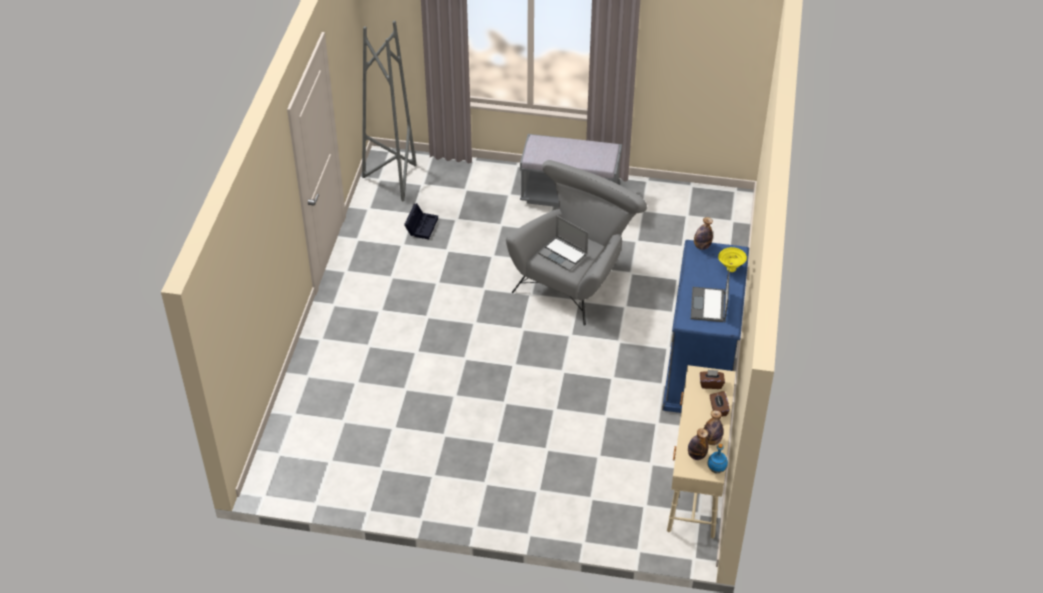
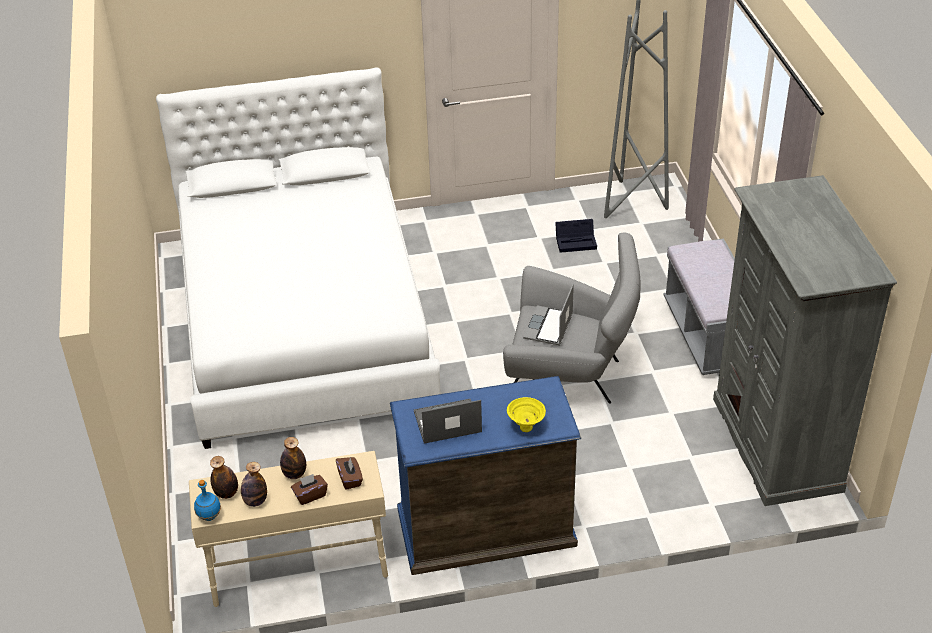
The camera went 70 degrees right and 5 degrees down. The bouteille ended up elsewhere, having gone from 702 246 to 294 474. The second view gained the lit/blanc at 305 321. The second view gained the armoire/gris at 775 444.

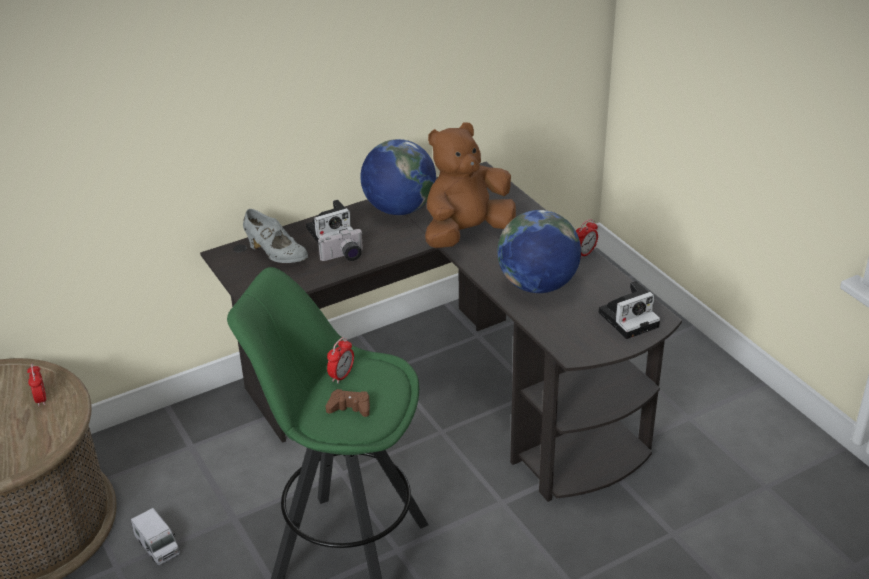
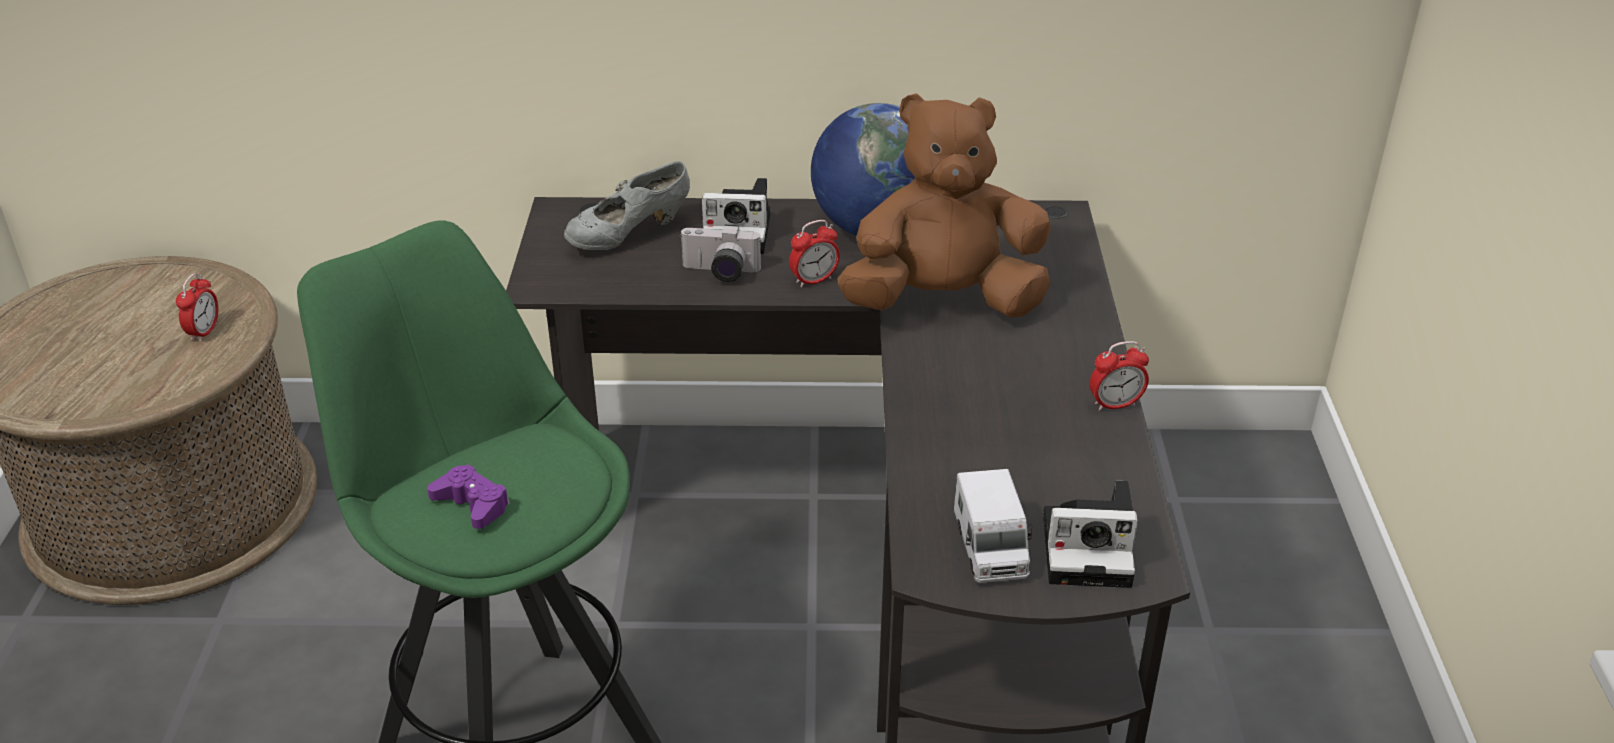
The camera went 30 degrees right and 0 degrees up. The camion jouet ended up elsewhere, having gone from 157 546 to 990 548. The chaussure/gris at 276 255 ended up facing another way, 75 degrees clockwise from before. What was the manette/marron at 350 407 turned into the manette/violet at 472 504. The réveil ended up elsewhere, having gone from 341 376 to 814 280. The second view lost the globe at 537 285.

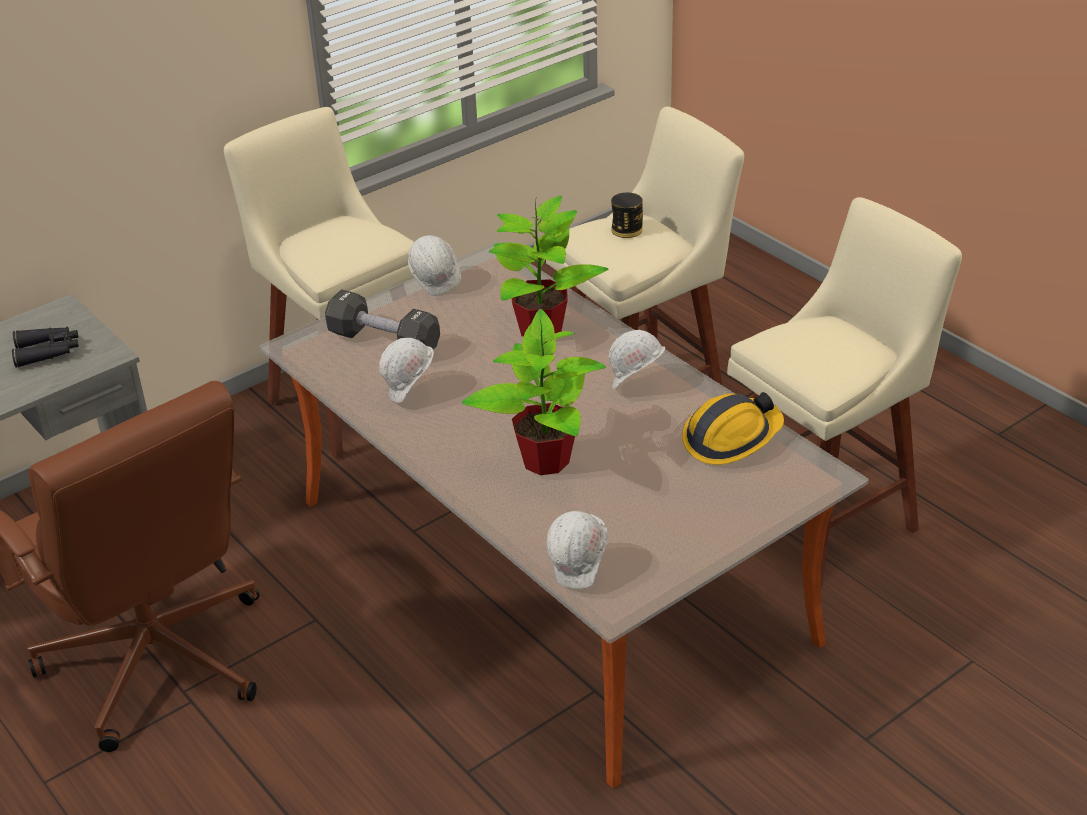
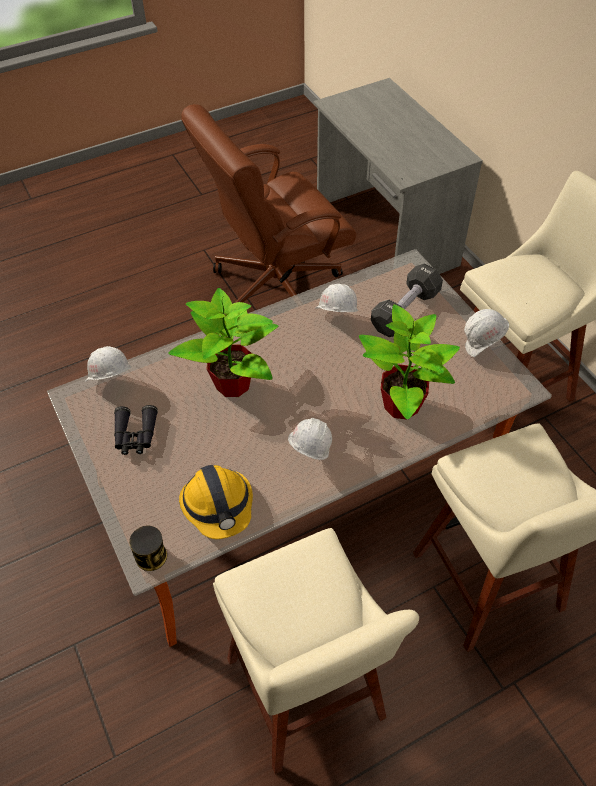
The camera went 100 degrees right and 15 degrees up. The jumelles/noir ended up elsewhere, having gone from 48 352 to 135 435. The boîte métallique ended up elsewhere, having gone from 626 230 to 151 556.

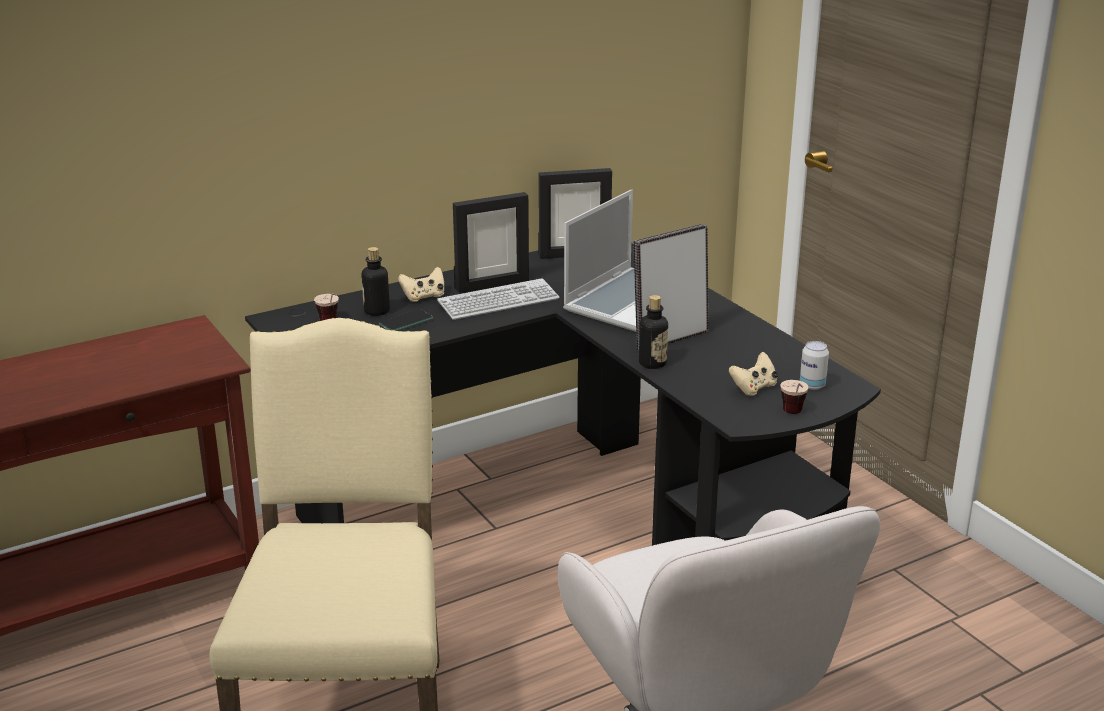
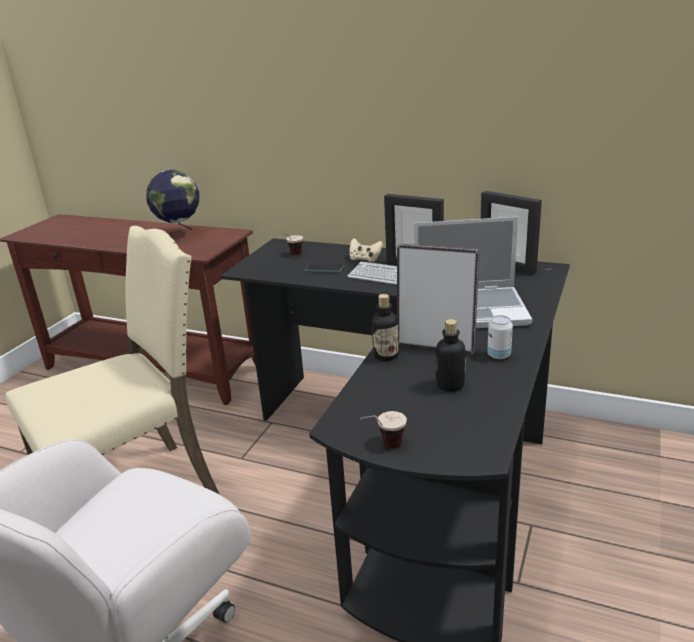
The camera went 55 degrees right and 0 degrees up. The bouteille ended up elsewhere, having gone from 377 311 to 450 385. The second view lost the manette/beige at 754 388. The boîte métallique ended up elsewhere, having gone from 812 385 to 499 355. The second view gained the globe at 180 234.

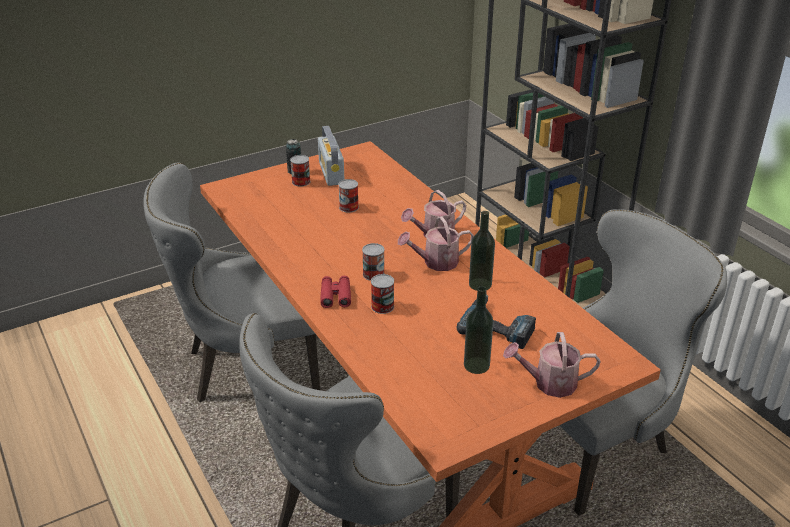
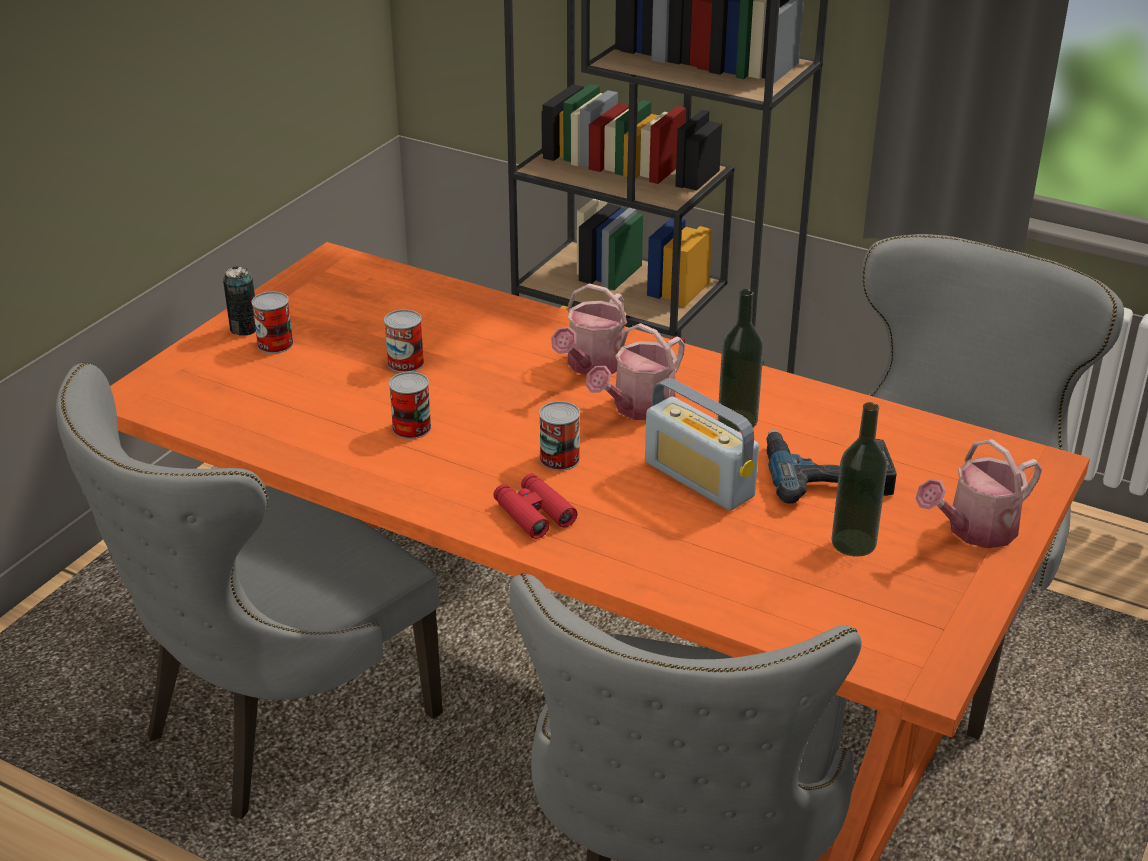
The camera went 30 degrees left and 0 degrees up. The radio ended up elsewhere, having gone from 331 173 to 699 479. The boîte métallique ended up elsewhere, having gone from 382 306 to 411 428.

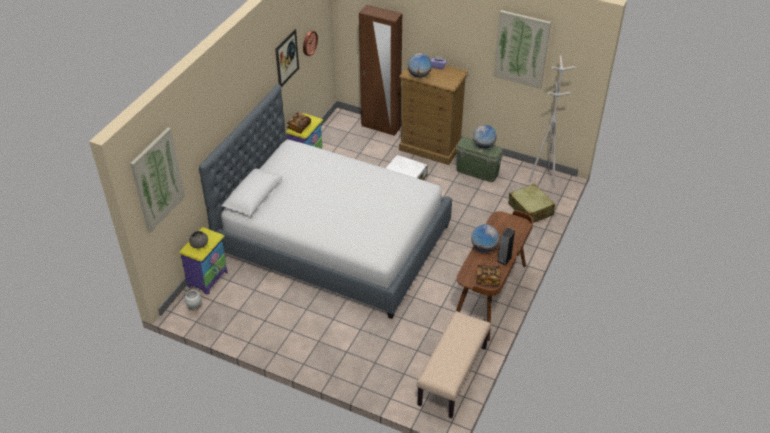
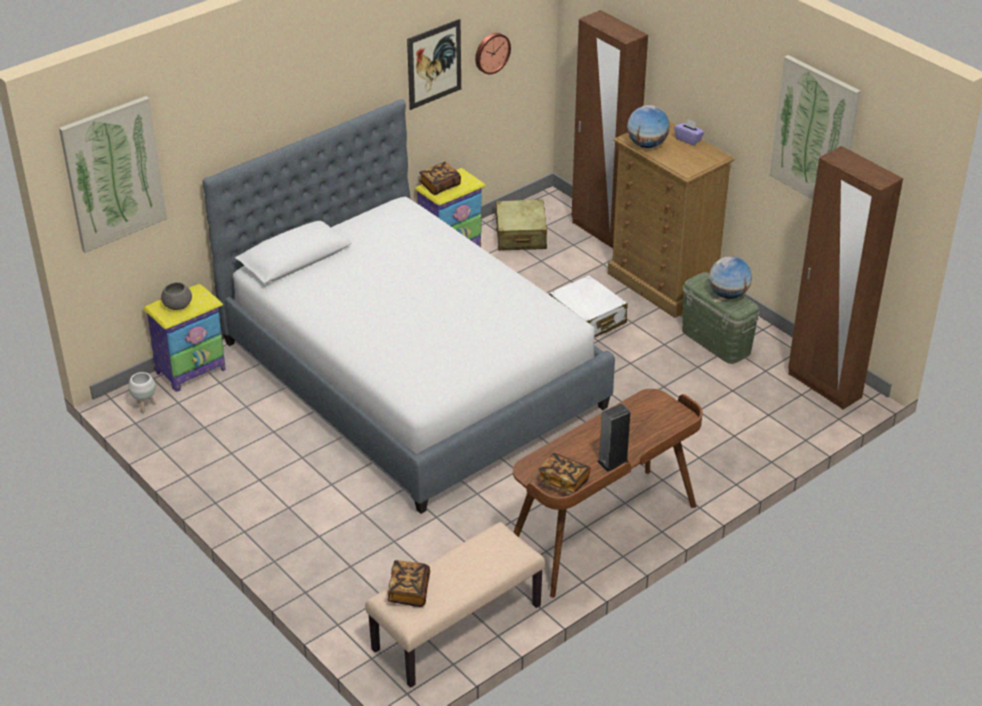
The camera went 25 degrees right and 5 degrees down. The second view lost the globe at 484 248. The valise/beige ended up elsewhere, having gone from 530 209 to 520 235. Where the portant/gris stood at 544 180, the armoire/marron came to stand at 823 386. The second view gained the livre at 409 591.

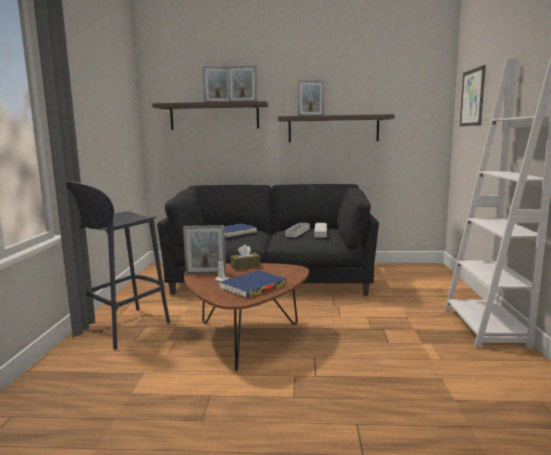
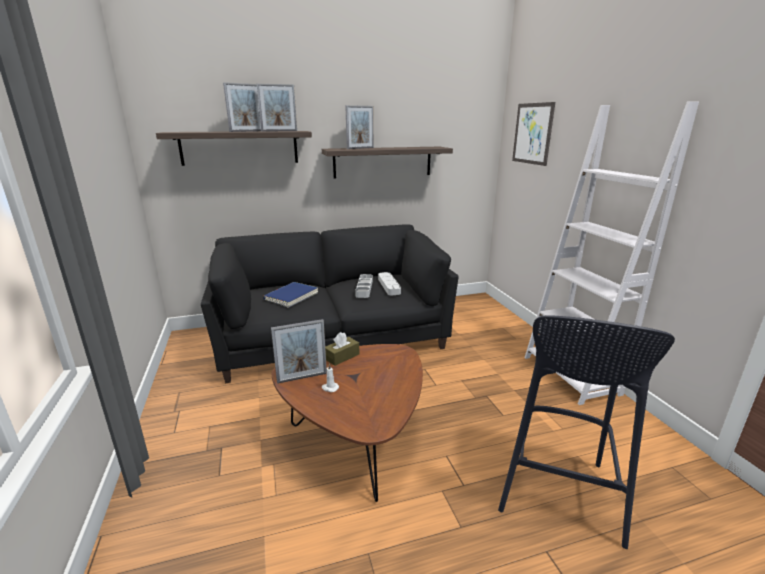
The camera went 20 degrees left and 10 degrees up. The tabouret/gris ended up elsewhere, having gone from 122 327 to 558 491. The second view lost the livre/bleu at 253 287.

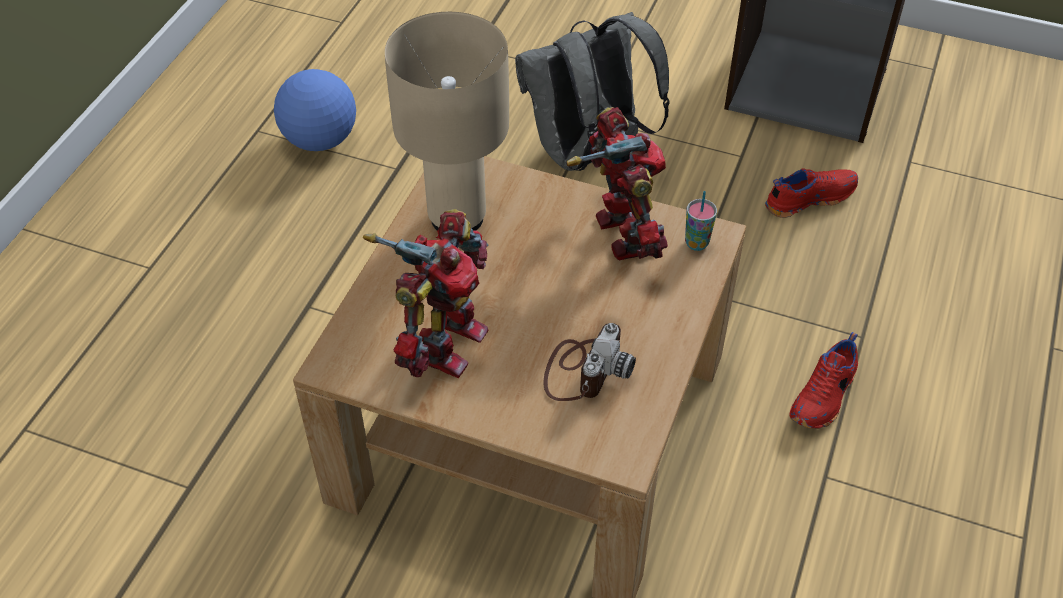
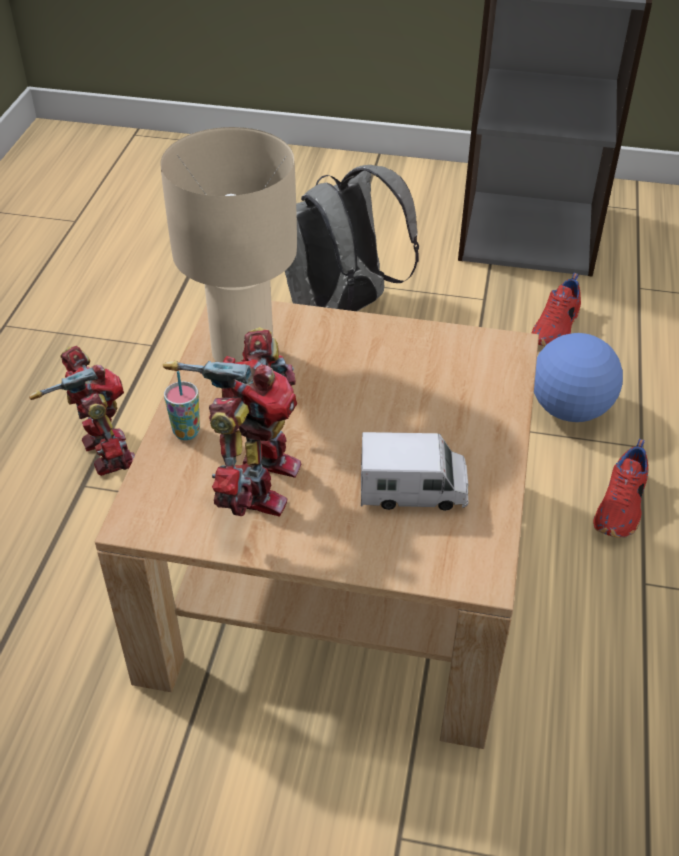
The camera went 10 degrees left and 5 degrees down. The ballon de foot ended up elsewhere, having gone from 320 140 to 569 409. Where the appareil photo stood at 584 370, the camion jouet came to stand at 413 490. The robot jouet ended up elsewhere, having gone from 622 236 to 104 455. The tasse ended up elsewhere, having gone from 696 243 to 186 432. The chaussure/rouge at 808 198 ended up facing another way, 150 degrees clockwise from before.

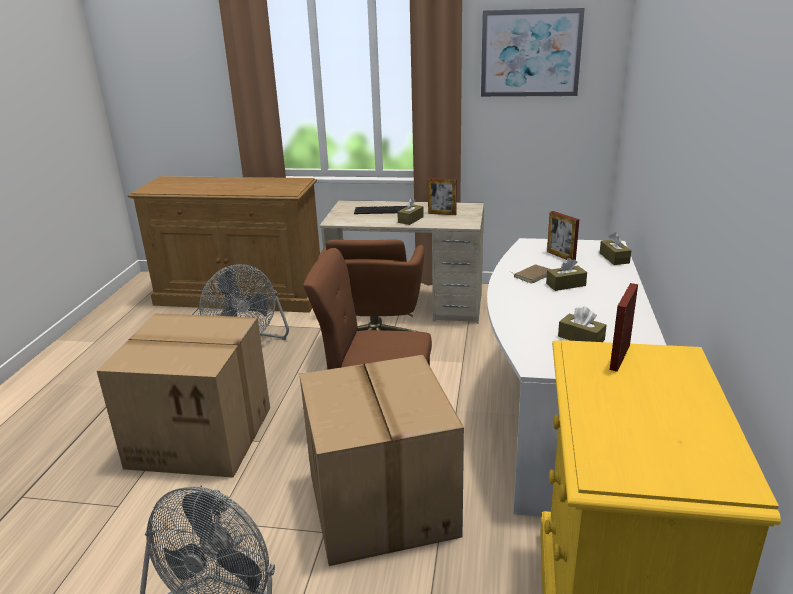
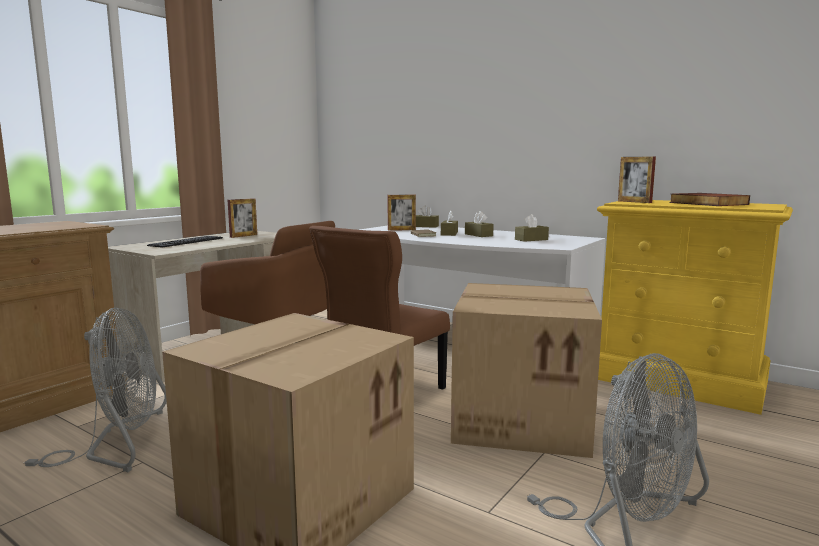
The camera went 65 degrees left and 15 degrees down. The boîte à mouchoirs/marron ended up elsewhere, having gone from 410 220 to 478 235. The second view lost the tableau at 530 53. The second view gained the livre at 706 203.

